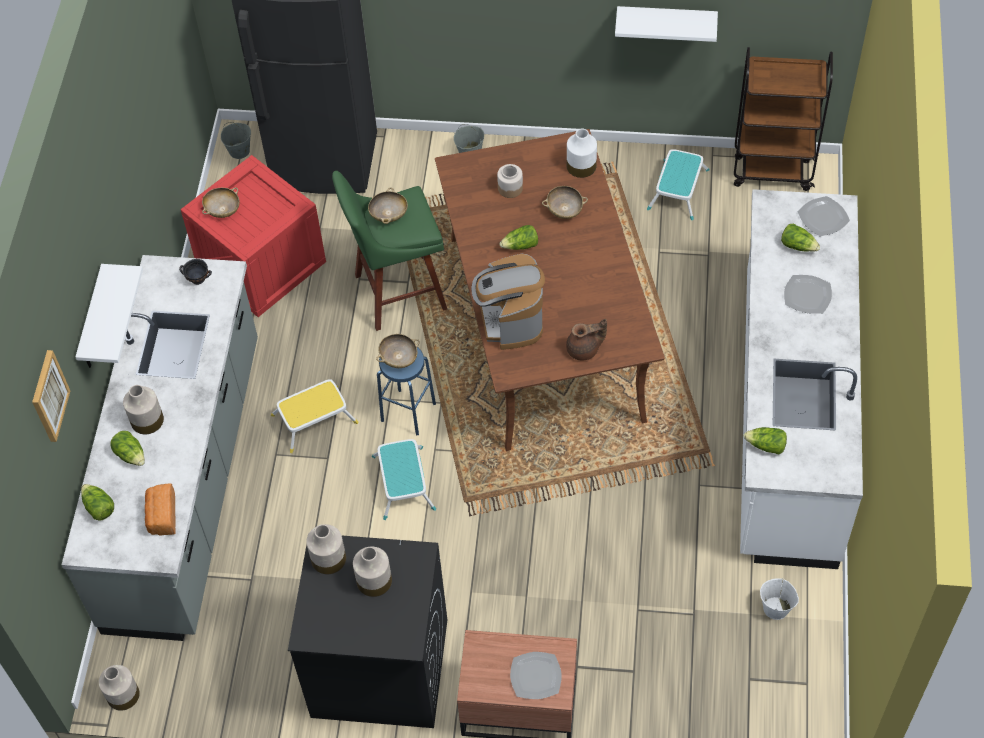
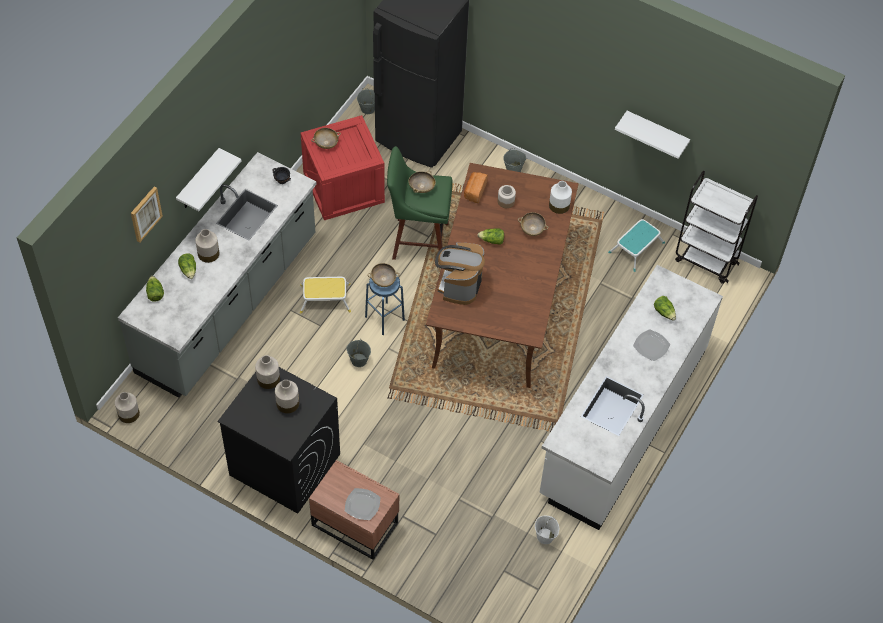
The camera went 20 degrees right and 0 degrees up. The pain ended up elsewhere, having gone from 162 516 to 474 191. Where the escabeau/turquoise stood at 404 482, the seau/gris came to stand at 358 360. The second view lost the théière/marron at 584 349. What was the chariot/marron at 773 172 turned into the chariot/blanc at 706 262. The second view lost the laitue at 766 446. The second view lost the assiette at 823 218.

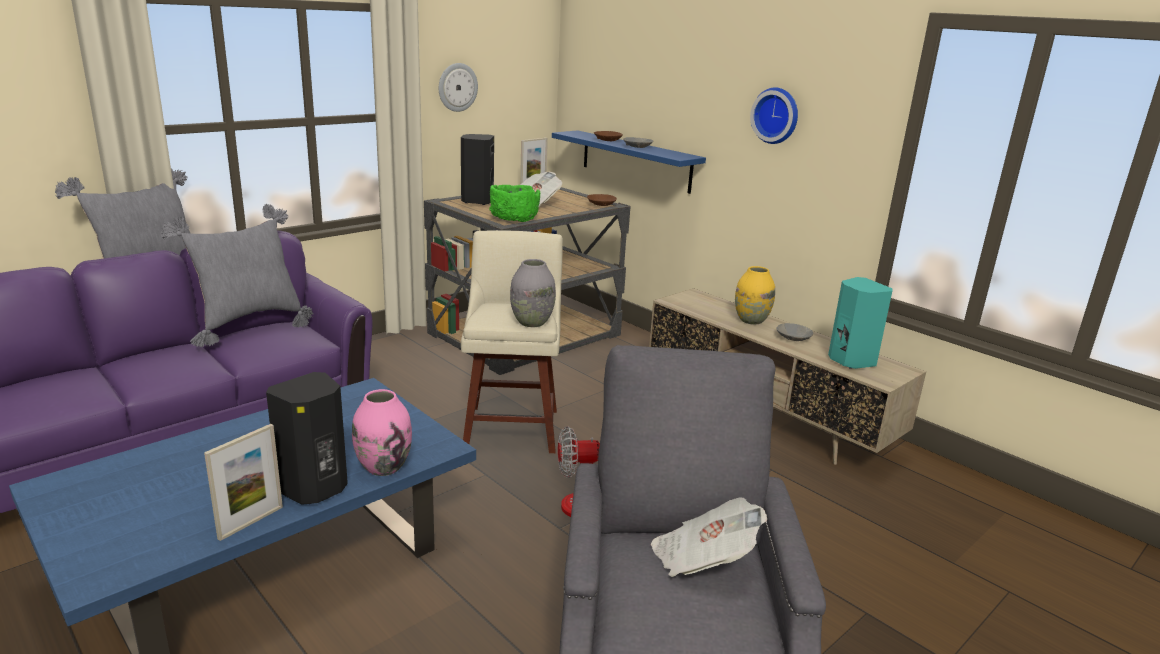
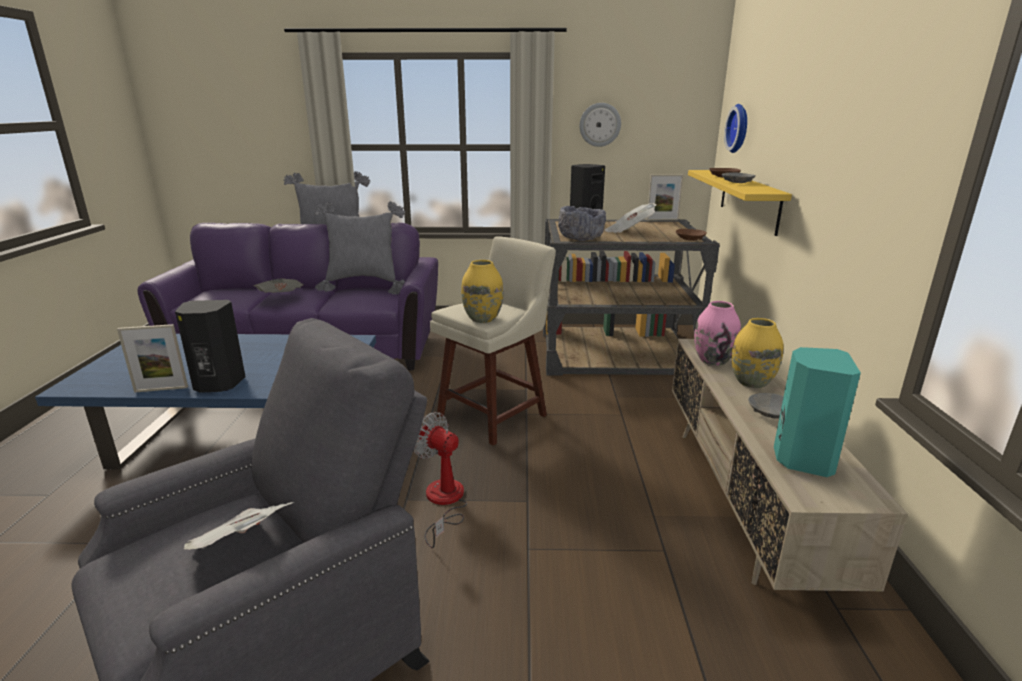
The camera went 45 degrees right and 0 degrees up. The vase/rose ended up elsewhere, having gone from 383 467 to 713 360. What was the bol/vert at 514 218 turned into the bol/gris at 581 238. What was the vase/gris at 531 322 turned into the vase/jaune at 482 319. What was the étagère/bleu at 635 161 turned into the étagère/jaune at 749 200. The horloge murale ended up elsewhere, having gone from 776 115 to 740 128. The second view gained the journal at 281 298.

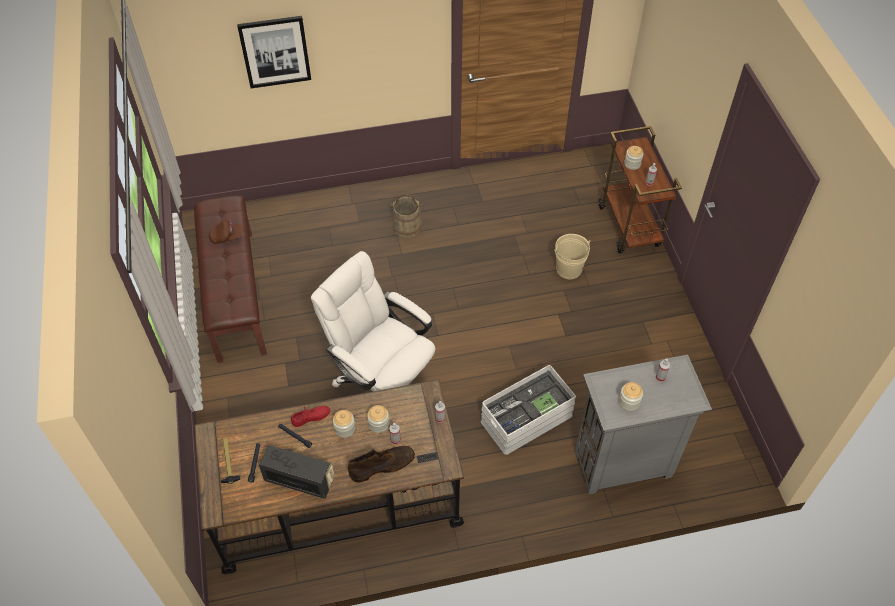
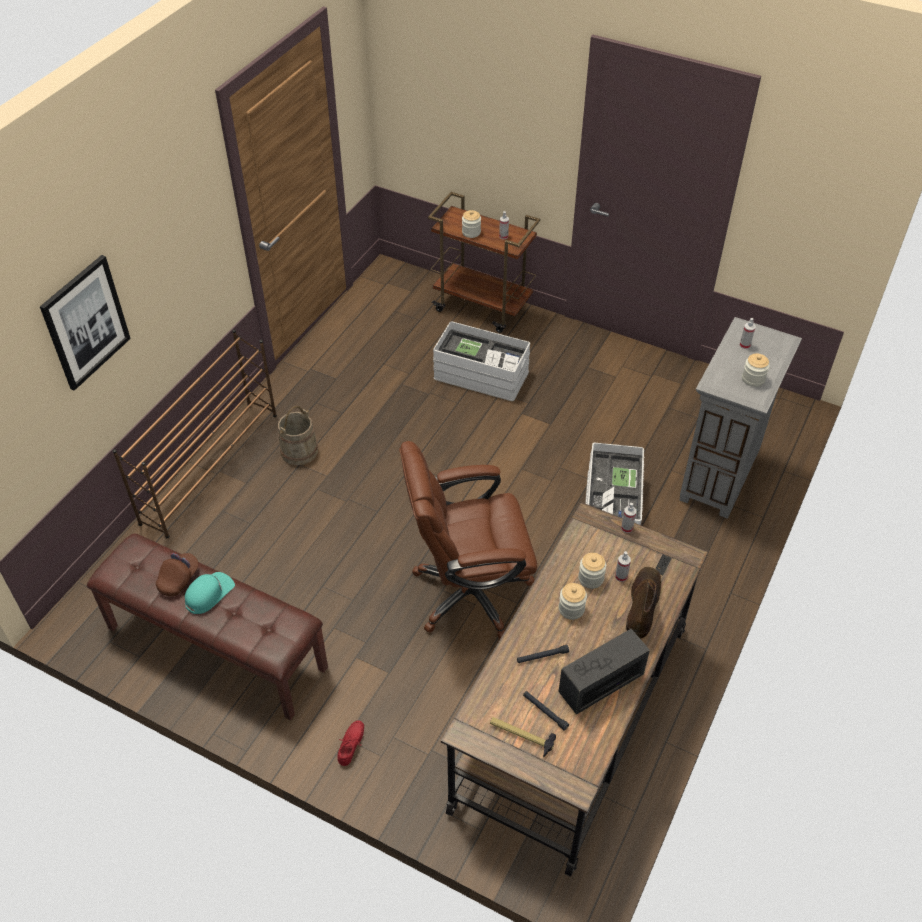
The camera went 50 degrees left and 5 degrees down. The chaussure/rouge ended up elsewhere, having gone from 311 419 to 352 745. What was the chaise de bureau/blanc at 382 387 turned into the chaise de bureau/marron at 471 593. Where the seau/beige stood at 569 269, the boîte de rangement/blanc came to stand at 481 374. The second view gained the étagère à chaussures/marron at 211 467. The second view gained the casquette/turquoise at 209 594.

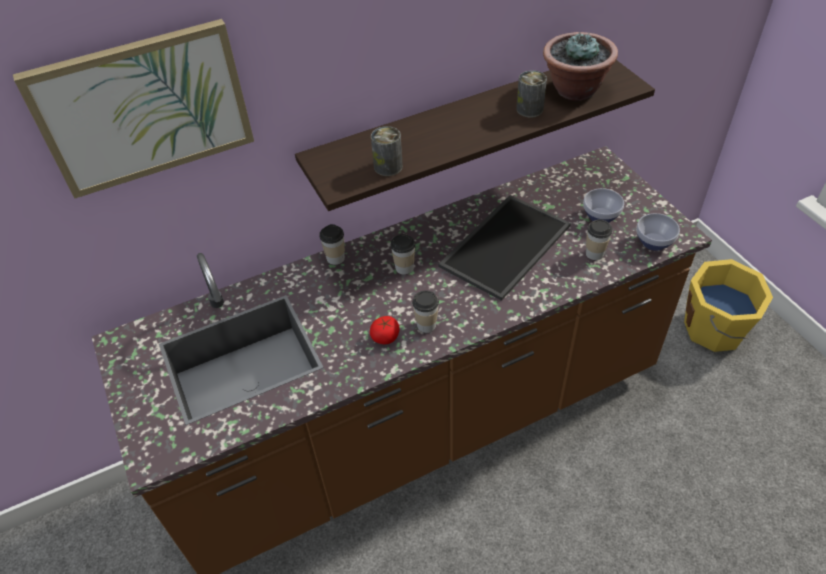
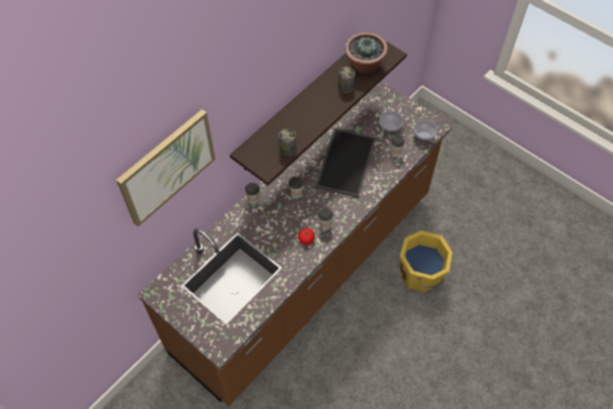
The camera went 25 degrees left and 10 degrees up. The seau/jaune ended up elsewhere, having gone from 715 329 to 421 274.

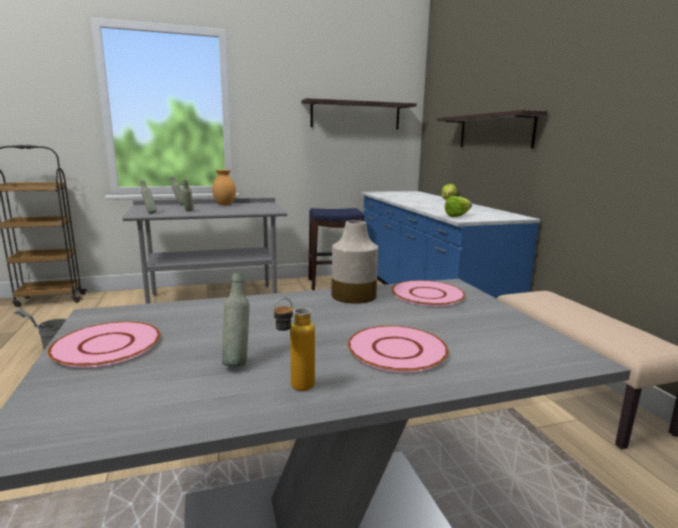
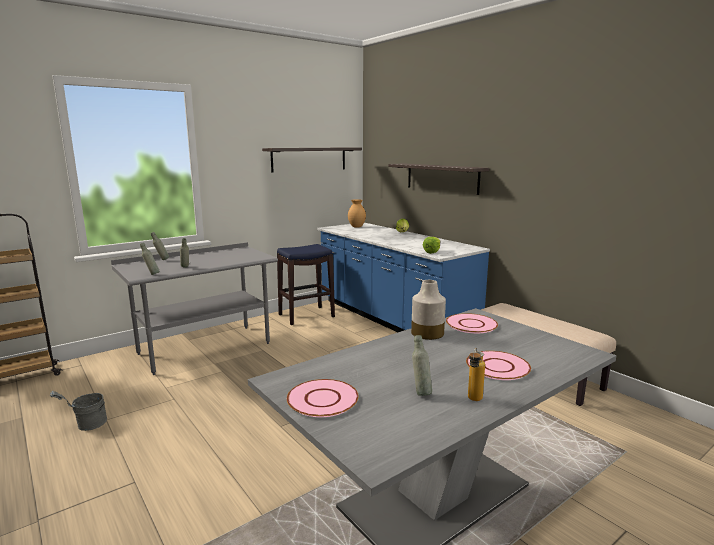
The camera went 20 degrees left and 0 degrees up. The vase/marron ended up elsewhere, having gone from 224 205 to 356 227.

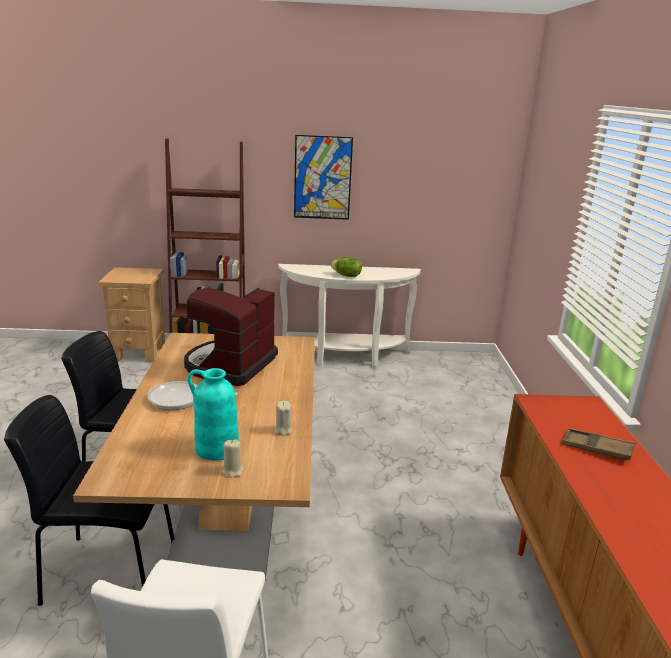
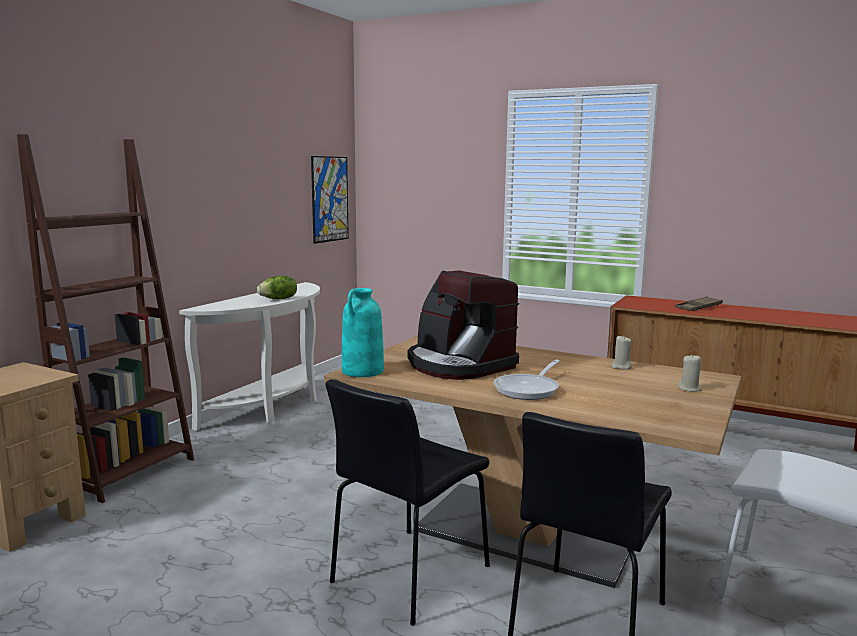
The camera went 60 degrees left and 10 degrees down. The vase/turquoise ended up elsewhere, having gone from 216 449 to 362 371. The tableau ended up elsewhere, having gone from 322 178 to 330 199.

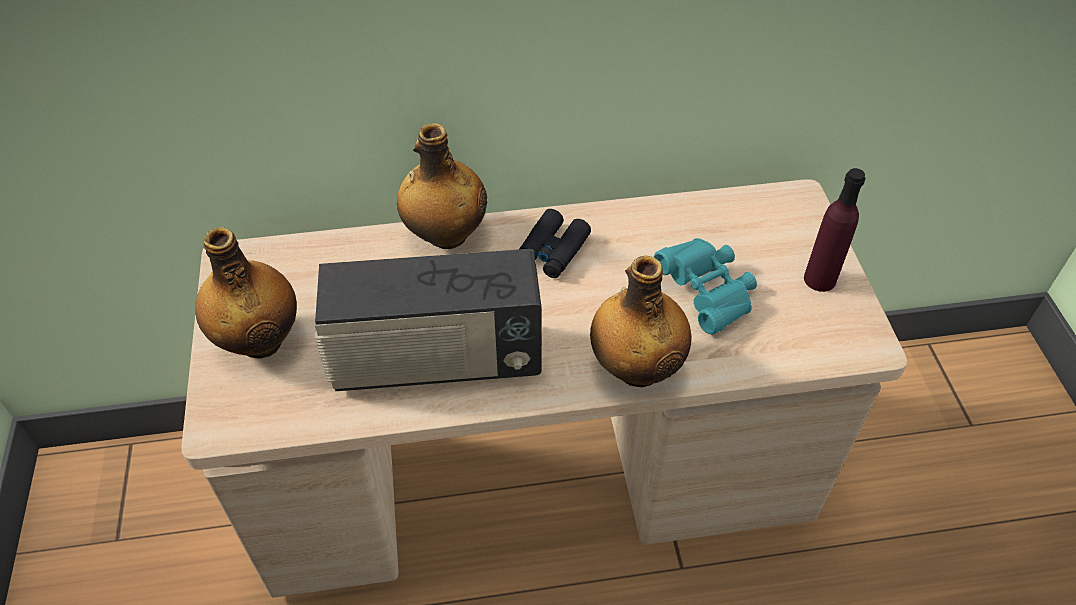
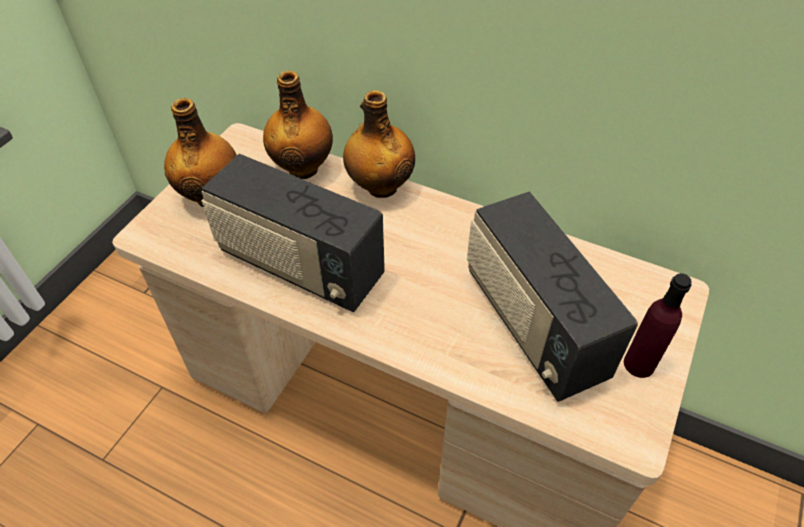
The camera went 35 degrees right and 0 degrees up. The second view lost the jumelles/noir at 552 251. The bouteille ended up elsewhere, having gone from 636 368 to 303 167. Where the jumelles/turquoise stood at 707 294, the radio came to stand at 532 325.

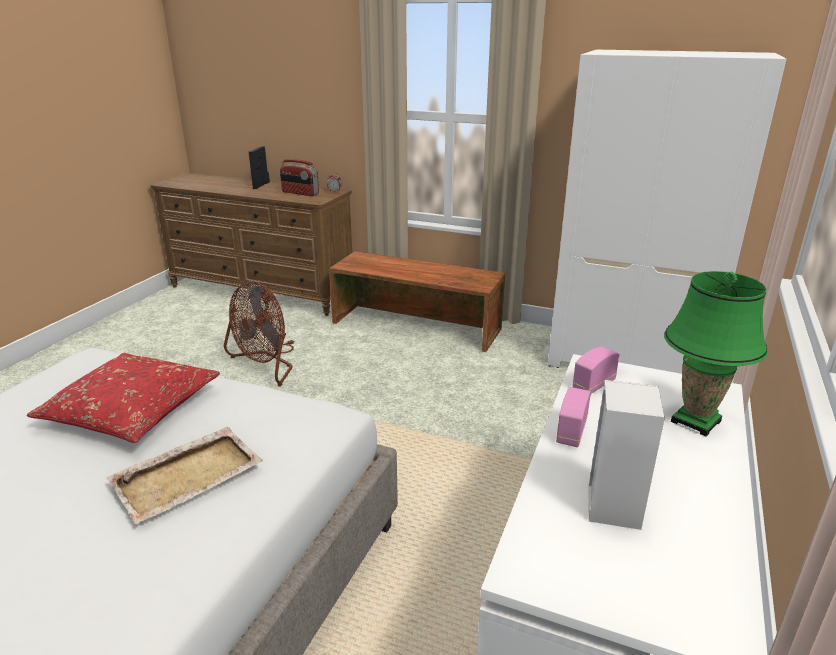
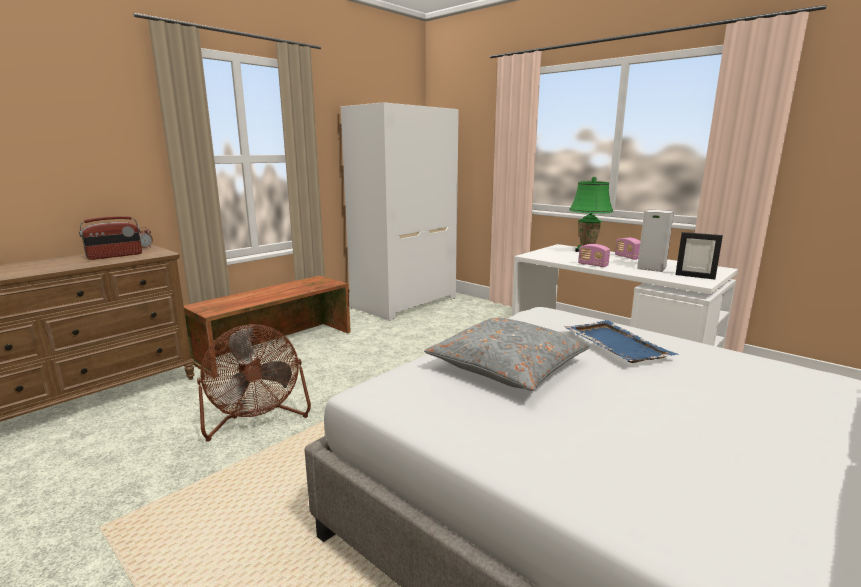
The camera went 70 degrees left and 10 degrees down. What was the coussin/rouge at 132 410 turned into the coussin/gris at 507 366. What was the plateau/beige at 188 475 turned into the plateau/bleu at 616 343. The cadre photo ended up elsewhere, having gone from 261 185 to 695 276. The radio ended up elsewhere, having gone from 593 385 to 627 257.

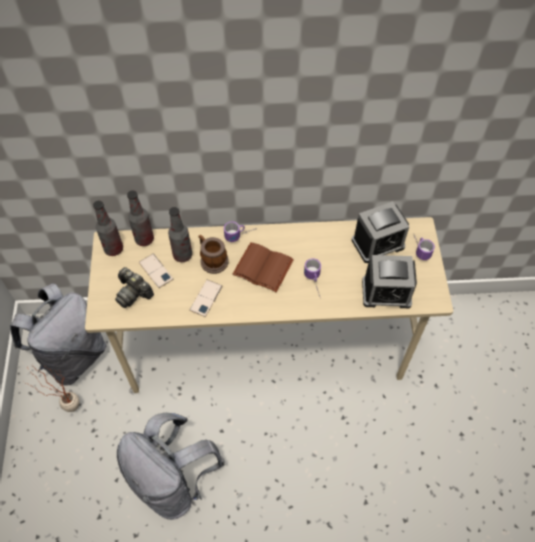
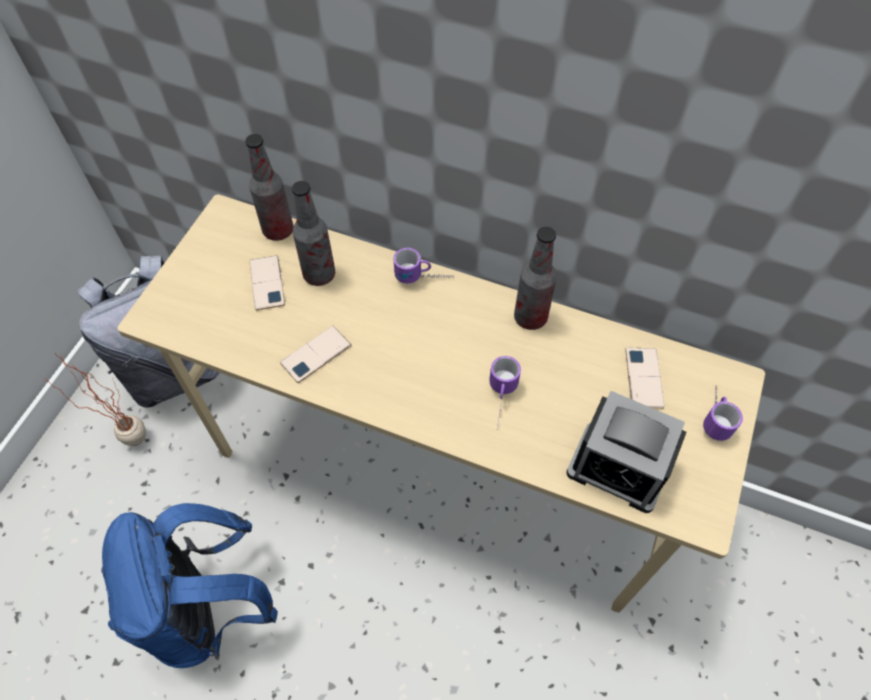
The camera went 25 degrees right and 0 degrees up. The bouteille ended up elsewhere, having gone from 114 249 to 530 317. The second view lost the appareil photo at 133 293. What was the sac à dos/gris at 174 481 turned into the sac à dos/bleu at 208 608. The second view lost the mug at 212 260. The second view lost the livre/marron at 264 267. Where the réveil stood at 378 243, the téléphone came to stand at 644 378.

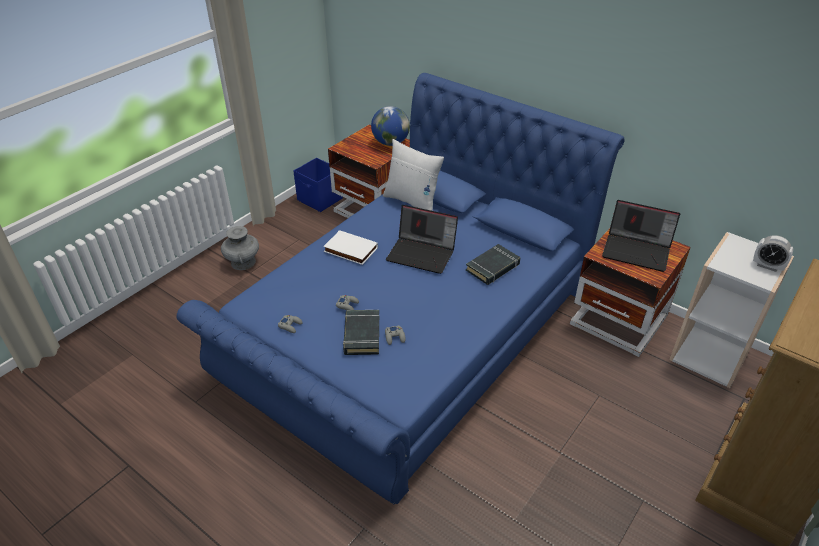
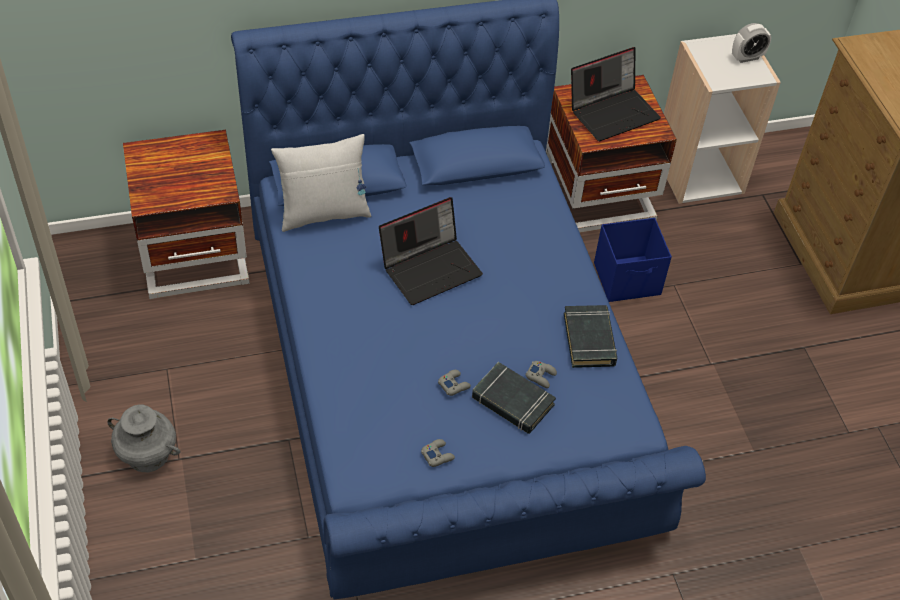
The camera went 55 degrees left and 10 degrees up. The boîte de rangement/bleu ended up elsewhere, having gone from 320 200 to 628 279. The second view lost the livre/blanc at 350 250. The second view lost the globe at 390 143. The livre/noir ended up elsewhere, having gone from 493 267 to 589 340.

